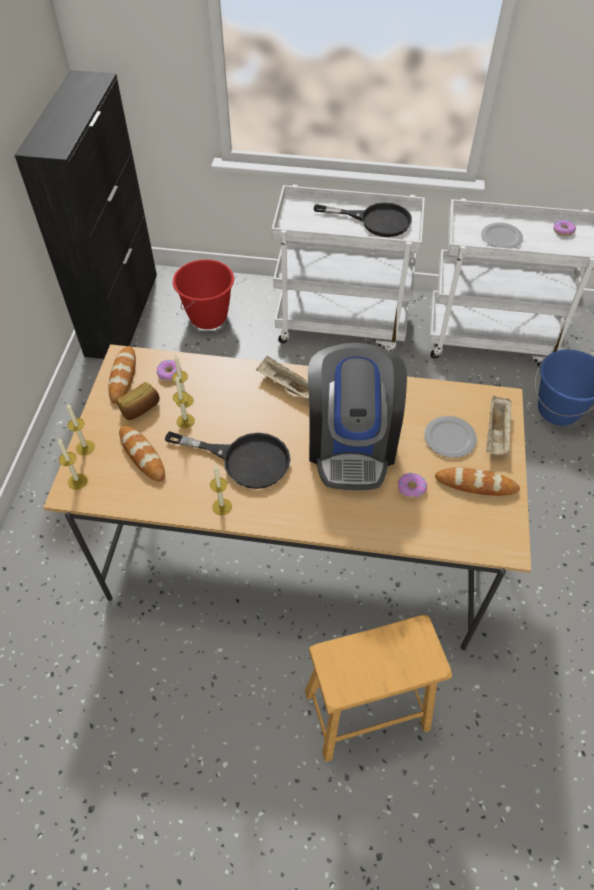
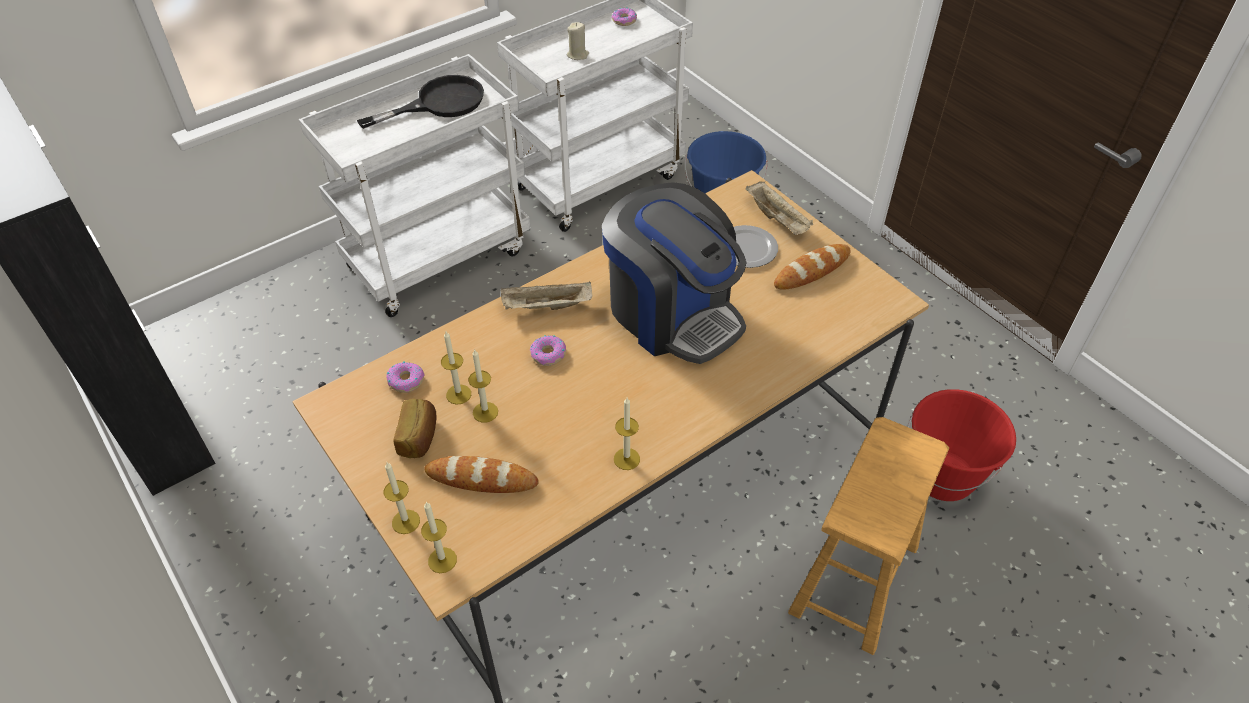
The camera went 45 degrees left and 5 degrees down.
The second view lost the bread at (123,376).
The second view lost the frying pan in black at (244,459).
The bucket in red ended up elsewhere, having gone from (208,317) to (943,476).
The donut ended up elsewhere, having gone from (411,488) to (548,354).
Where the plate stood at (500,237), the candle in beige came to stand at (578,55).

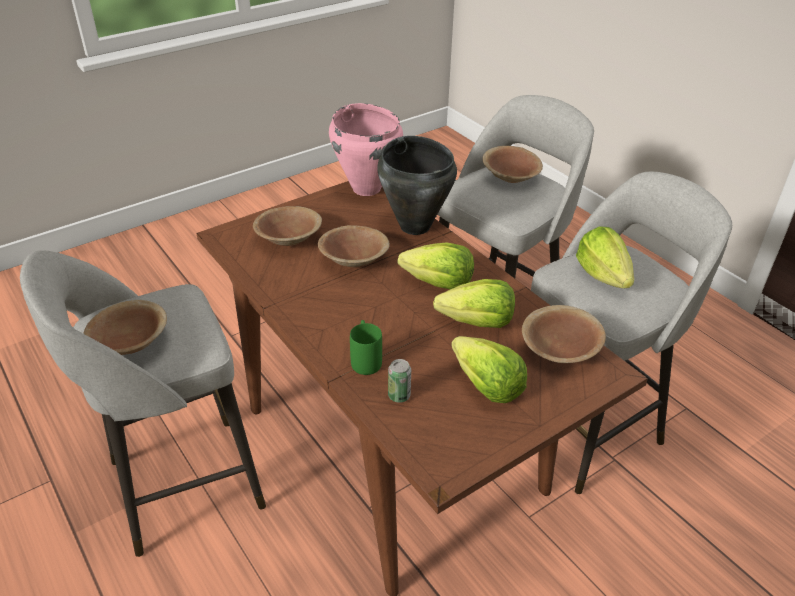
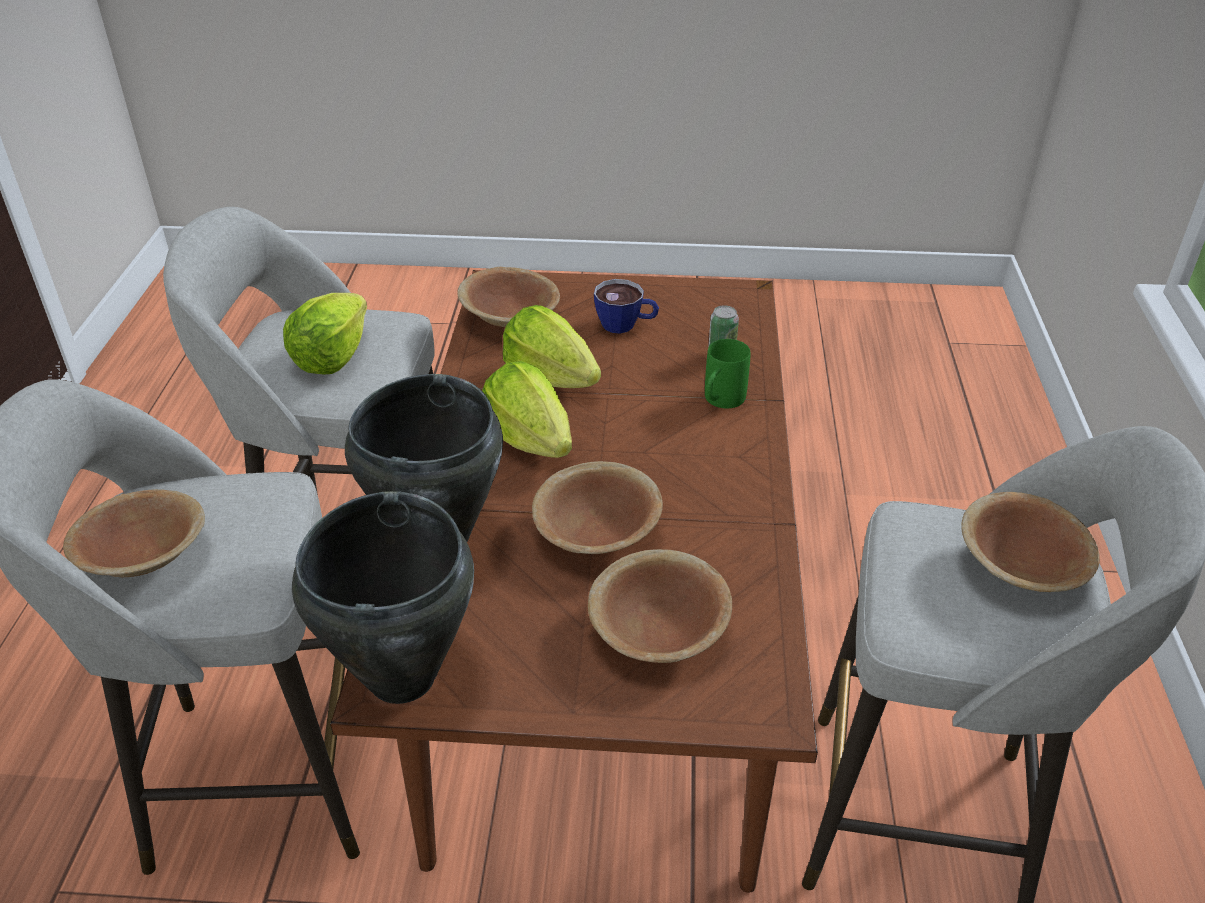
The camera went 140 degrees left and 0 degrees up.
What was the cooking pot in pink at (366,188) turned into the cooking pot in black at (400,678).
Where the lettuce stood at (486,386), the cup came to stand at (626,325).

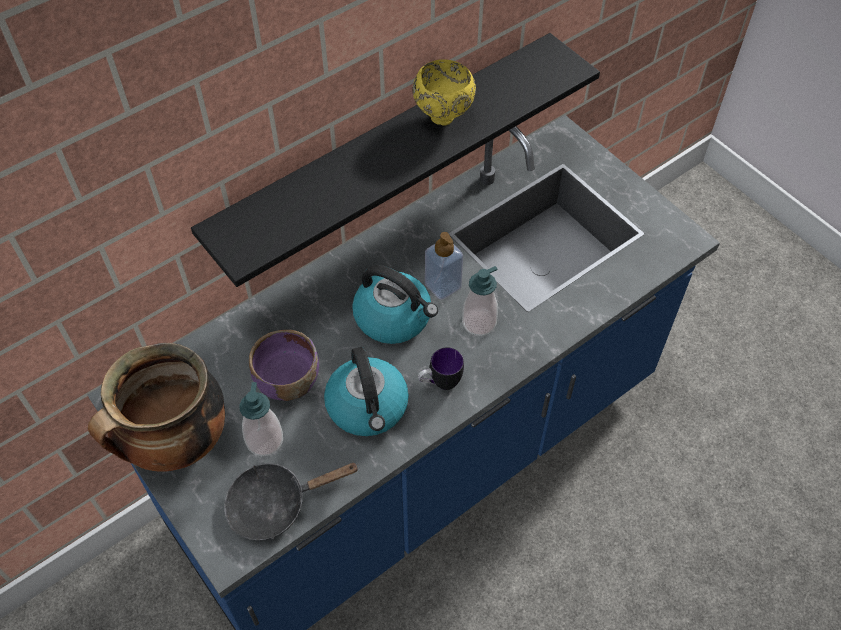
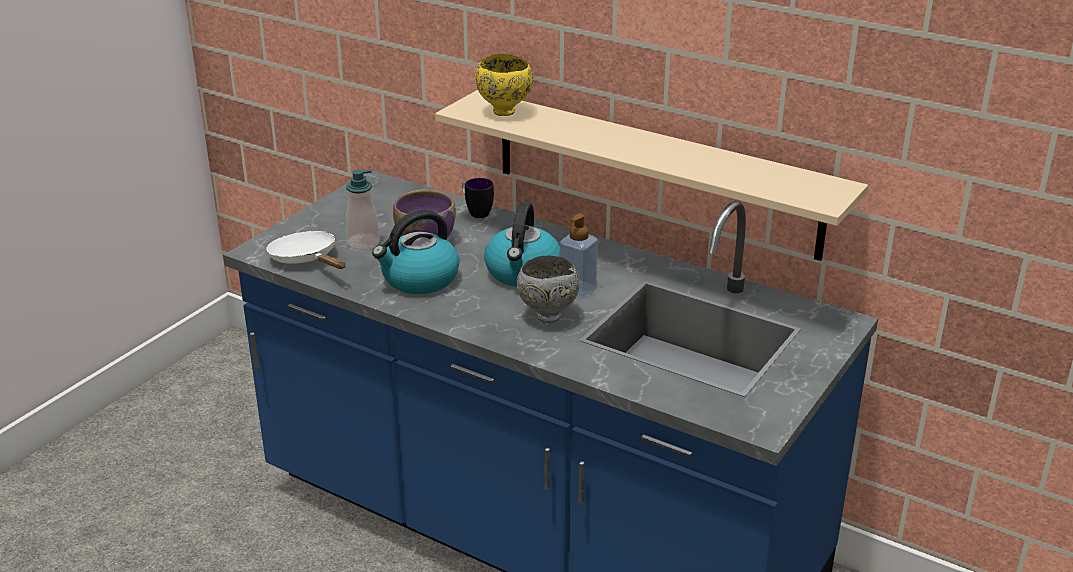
The camera went 70 degrees right and 25 degrees down.
The second view lost the cooking pot at (177,445).
What was the shelf in black at (385,154) turned into the shelf in beige at (654,173).
What was the frying pan in black at (275,504) turned into the frying pan in white at (307,259).
The bowl in yellow ended up elsewhere, having gone from (444,117) to (505,112).
The mug ended up elsewhere, having gone from (440,383) to (476,212).
Where the soap dispenser stood at (479,322), the bowl in grey came to stand at (547,316).

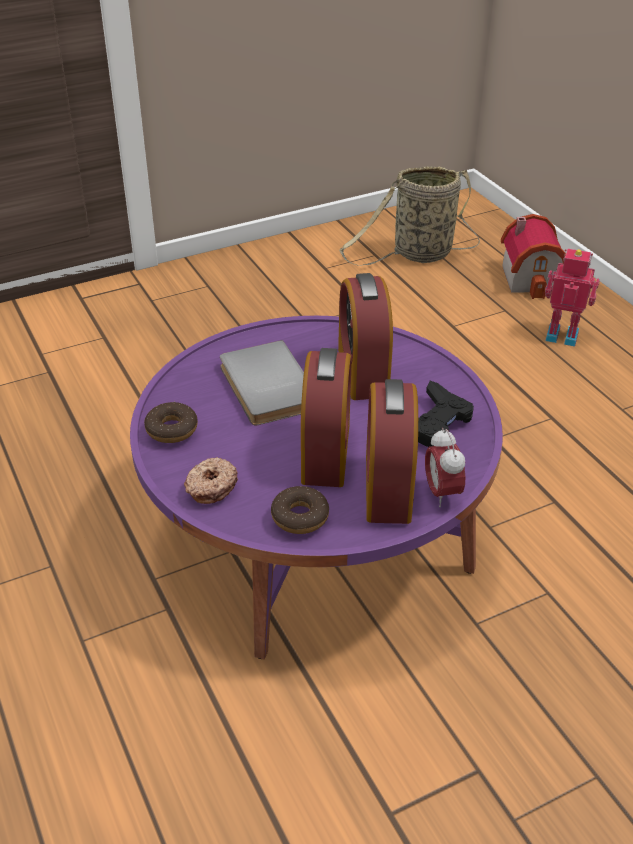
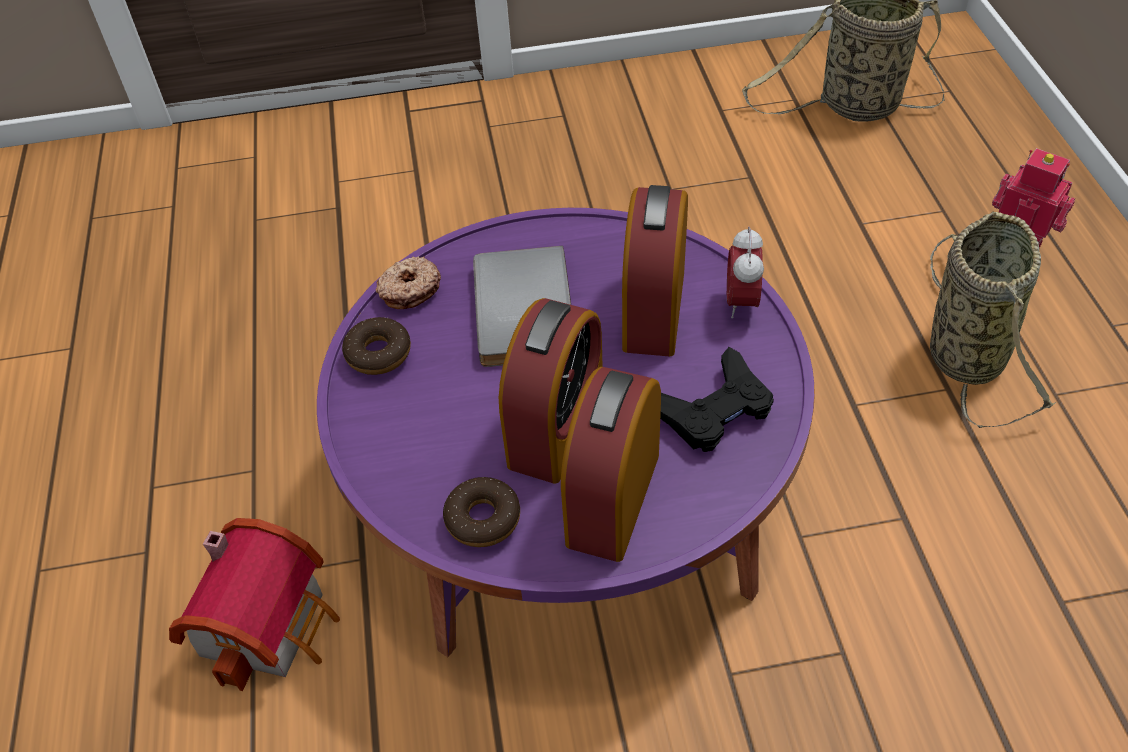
The camera went 20 degrees right and 10 degrees up.
The donut ended up elsewhere, having gone from (210,486) to (409,289).
The alarm clock ended up elsewhere, having gone from (442,493) to (741,302).
The toy house ended up elsewhere, having gone from (534,278) to (271,623).
The second view gained the basket at (964,349).

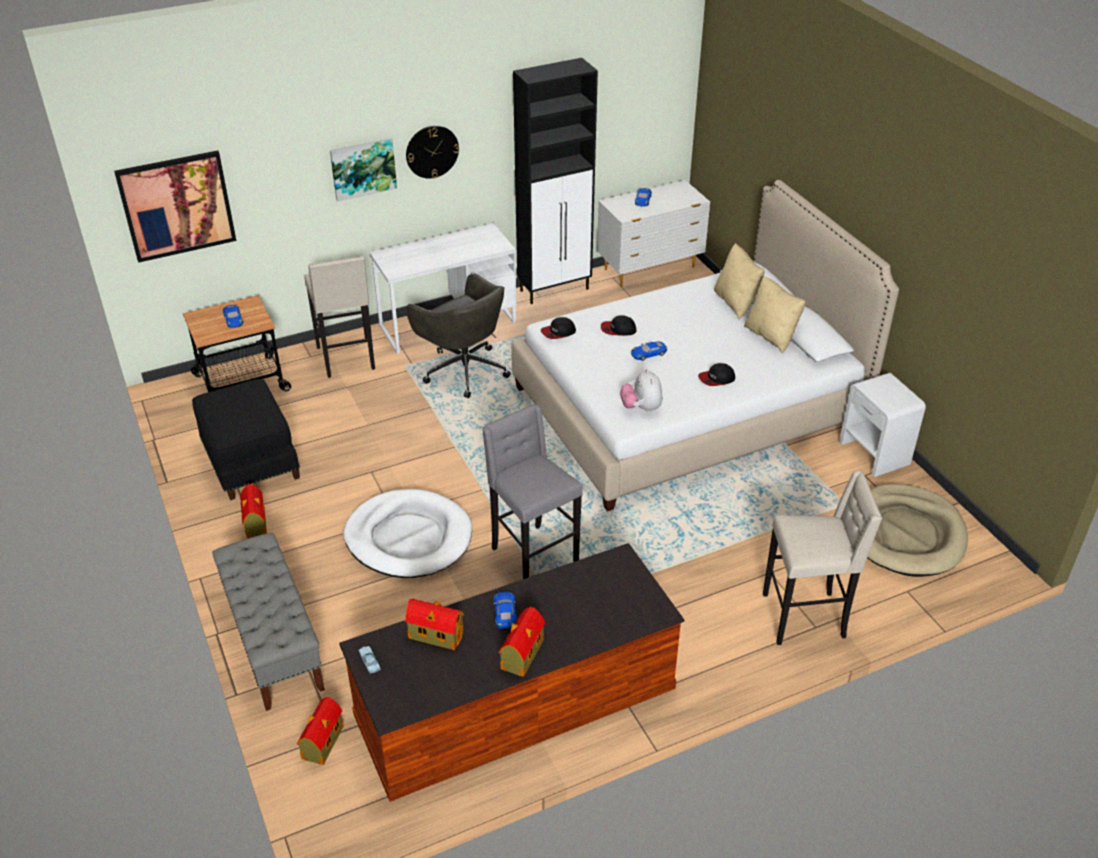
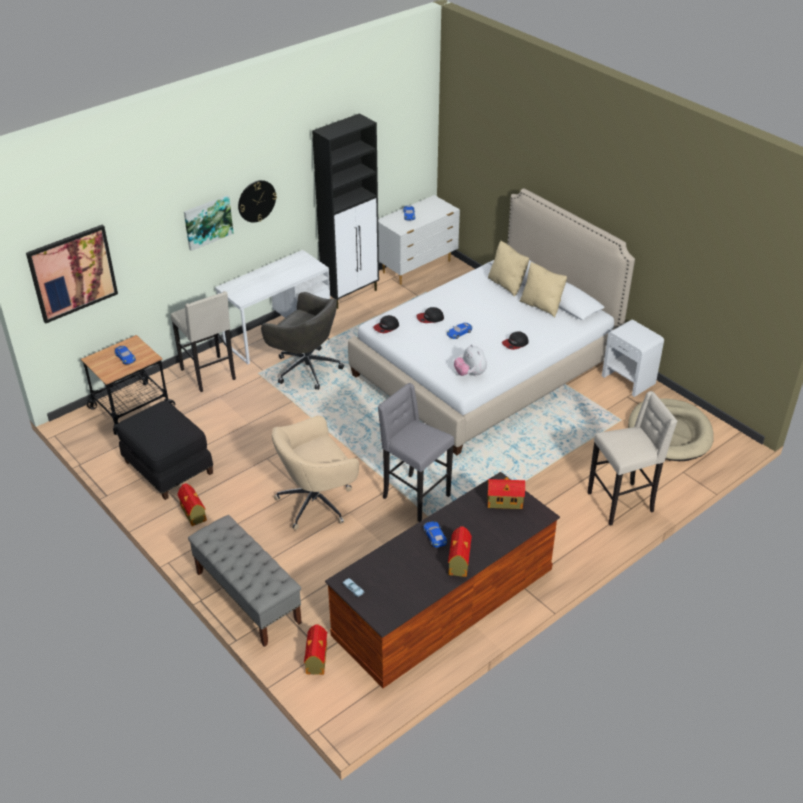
The camera went 15 degrees left and 0 degrees up.
Where the dog bed in white stood at (408,538), the office chair in beige came to stand at (317,502).
The toy house ended up elsewhere, having gone from (435,635) to (504,502).

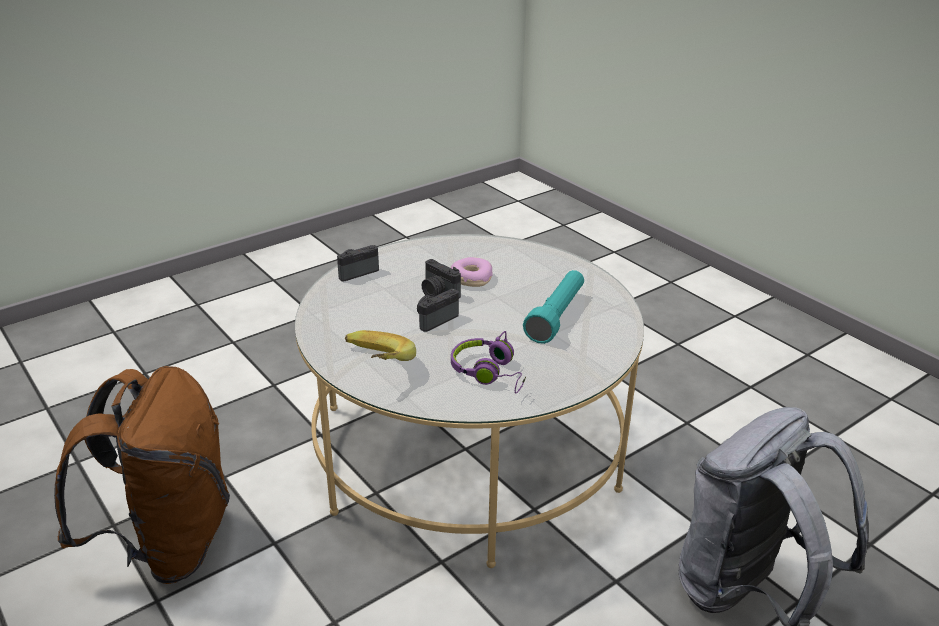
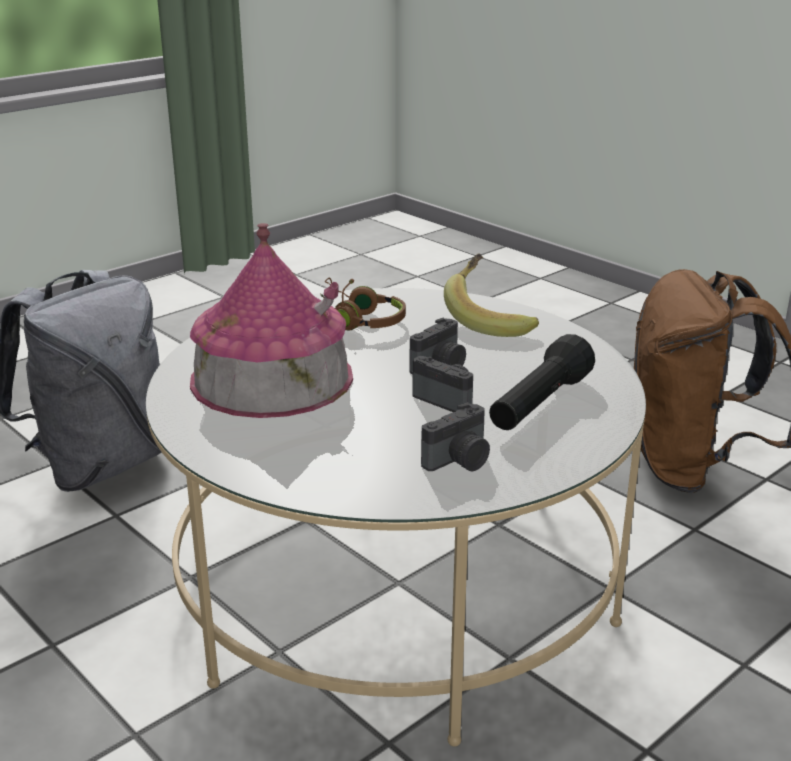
The camera went 175 degrees right and 5 degrees down.
The photo camera ended up elsewhere, having gone from (356,271) to (460,461).
The second view lost the donut at (471,278).
What was the headphones in purple at (490,373) turned into the headphones in brown at (359,319).
Where the flashlight in turquoise stood at (556,316), the toy house came to stand at (272,378).
The second view gained the flashlight in black at (538,405).

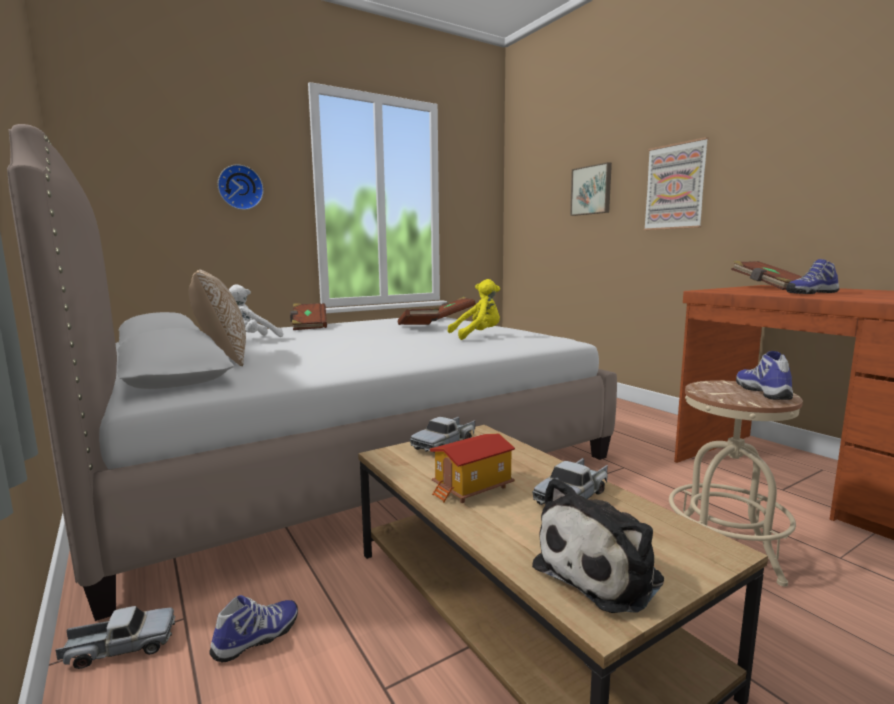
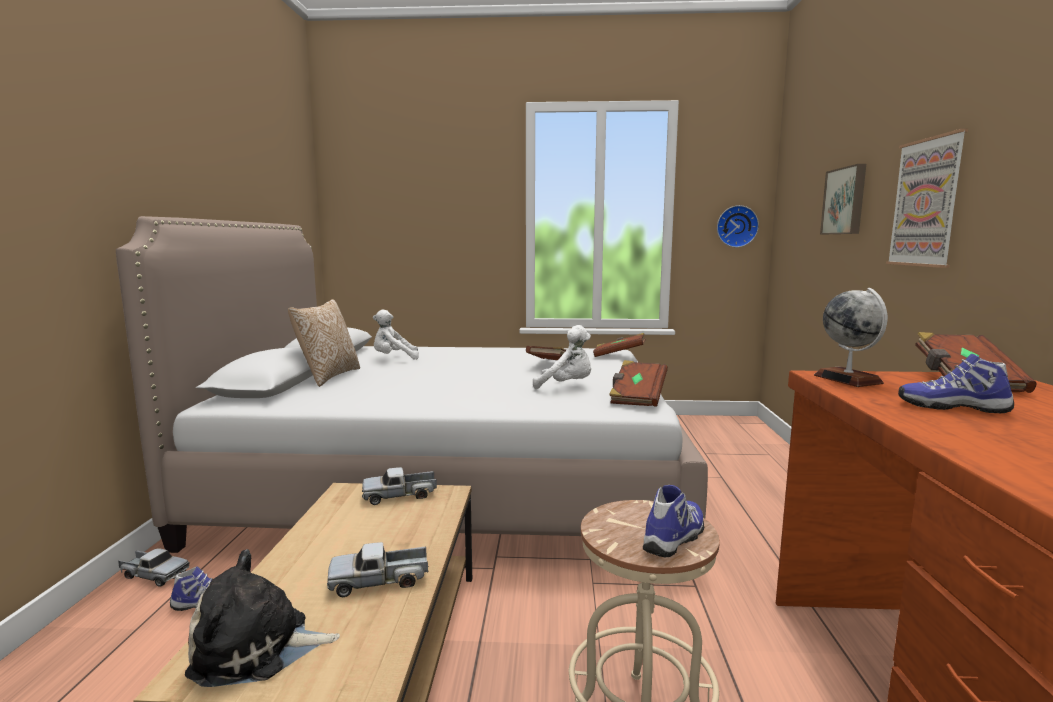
The camera went 35 degrees right and 0 degrees up.
The wall clock ended up elsewhere, having gone from (240,187) to (736,226).
The book in brown ended up elsewhere, having gone from (308,326) to (637,397).
The second view lost the toy house at (473,489).
What was the plush toy in yellow at (477,335) turned into the plush toy in white at (566,386).
The second view gained the globe at (848,379).

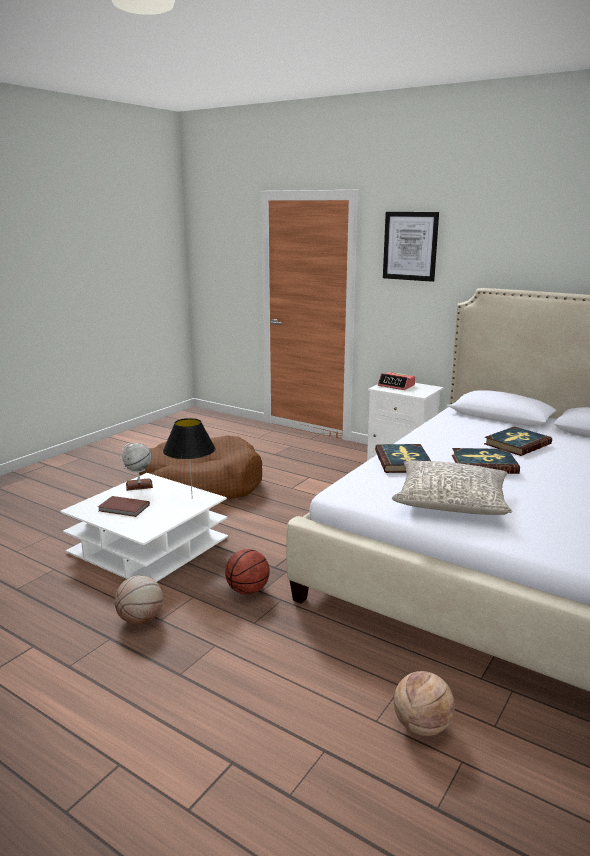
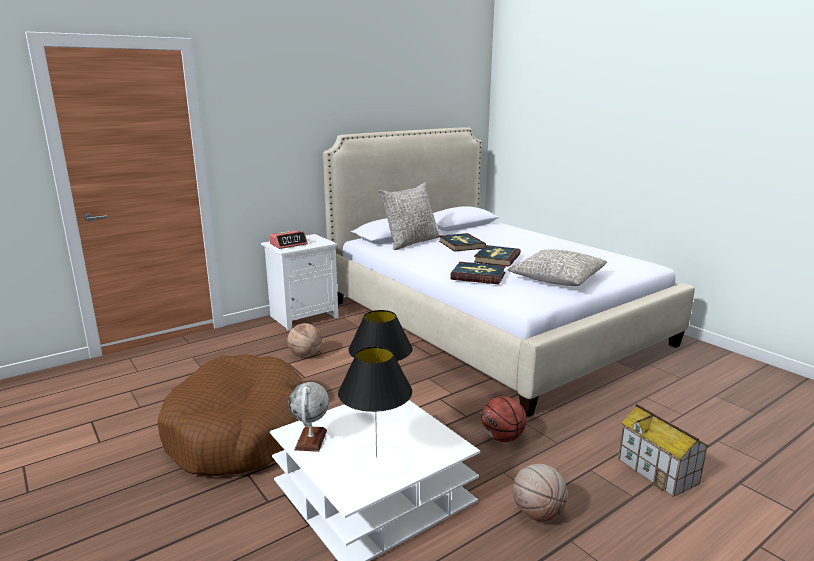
The camera went 70 degrees left and 0 degrees up.
Where the book in brown stood at (124,508), the table lamp in black came to stand at (376,457).
The second view lost the picture at (410,246).
The basketball ended up elsewhere, having gone from (421,726) to (305,355).
The second view gained the pillow in grey at (411,242).
The second view gained the toy house at (658,471).

